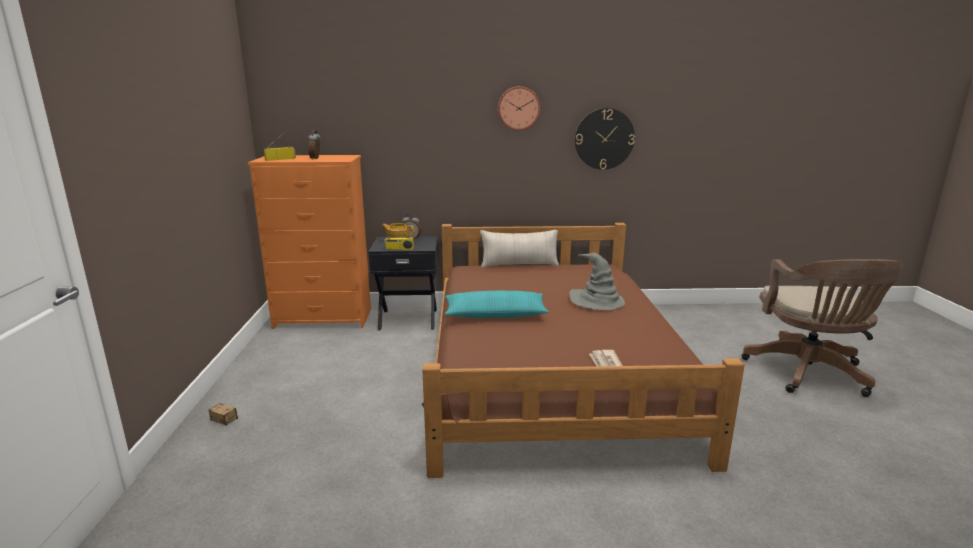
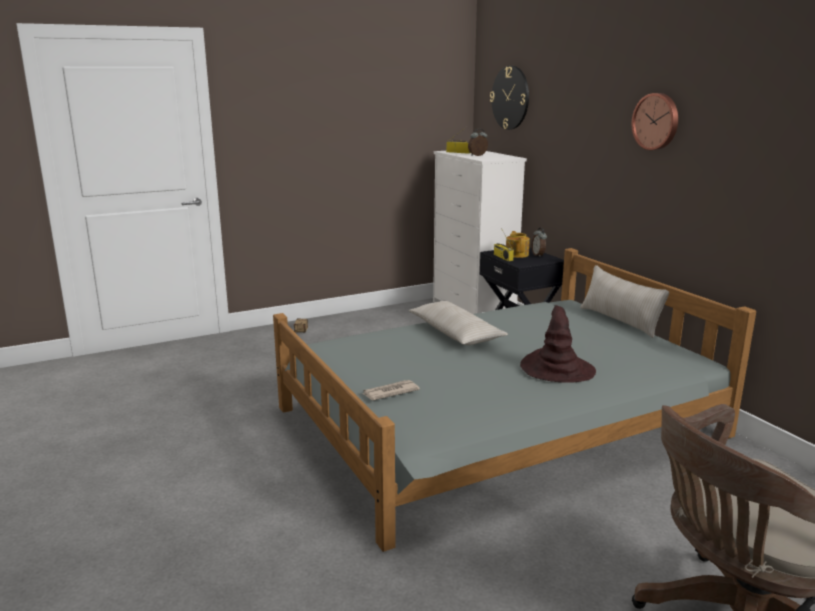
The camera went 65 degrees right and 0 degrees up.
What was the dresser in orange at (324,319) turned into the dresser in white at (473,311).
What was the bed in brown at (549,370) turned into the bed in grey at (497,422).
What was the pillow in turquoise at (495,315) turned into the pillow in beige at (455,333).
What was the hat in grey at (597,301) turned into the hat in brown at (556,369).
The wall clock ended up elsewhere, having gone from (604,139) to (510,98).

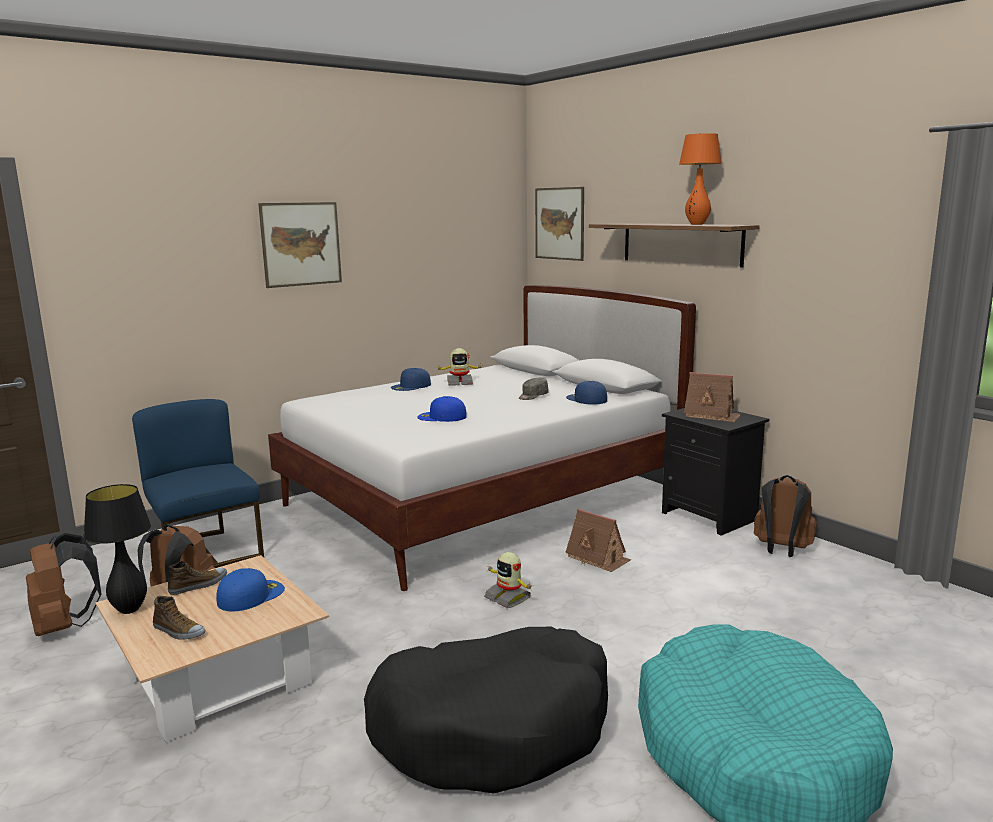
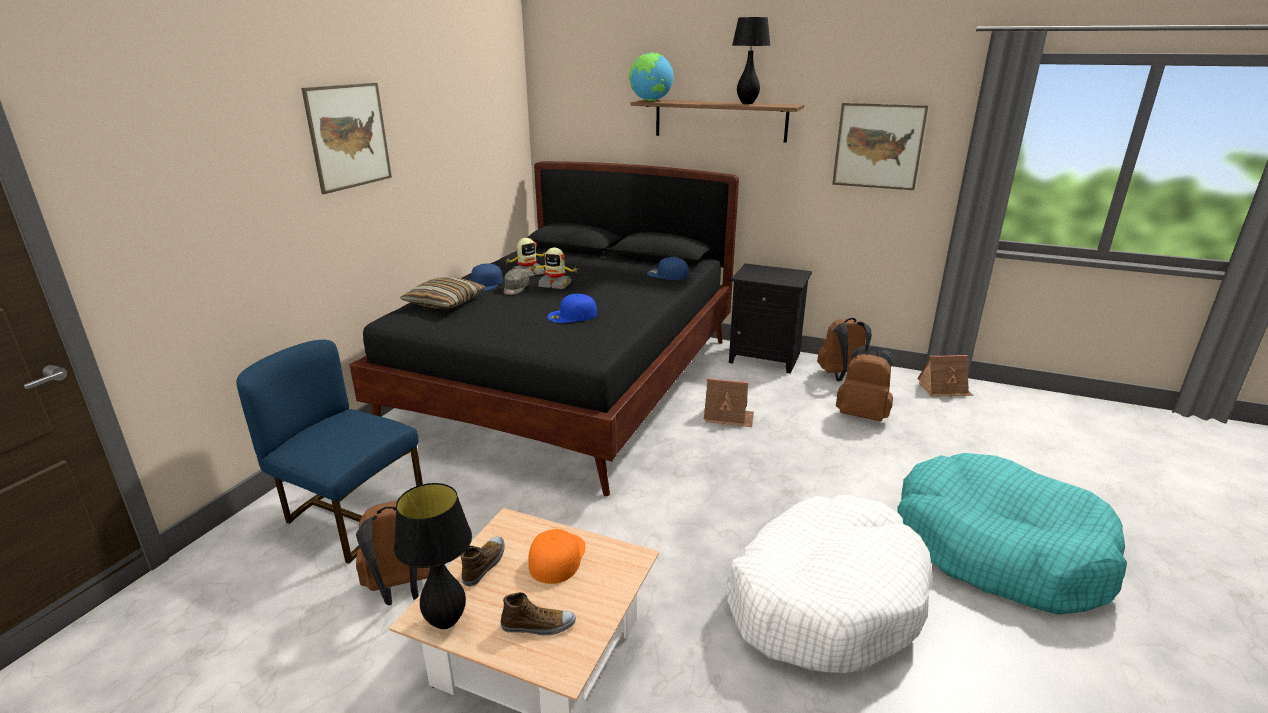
The camera went 30 degrees left and 10 degrees up.
The backpack in brown ended up elsewhere, having gone from (64,626) to (862,415).
What was the cap in blue at (251,595) turned into the cap in orange at (556,556).
What was the bed in white at (483,500) turned into the bed in black at (572,383).
What was the dog bed in black at (493,728) turned into the dog bed in white at (824,598).
The toy robot ended up elsewhere, having gone from (508,598) to (555,284).
The cap in grey ended up elsewhere, having gone from (533,396) to (515,289).
The picture ended up elsewhere, having gone from (559,223) to (878,146).
What was the table lamp in orange at (697,224) turned into the table lamp in black at (747,103).
The toy house ended up elsewhere, having gone from (712,415) to (944,389).
The second view gained the pillow at (445,302).
The second view gained the globe at (650,101).

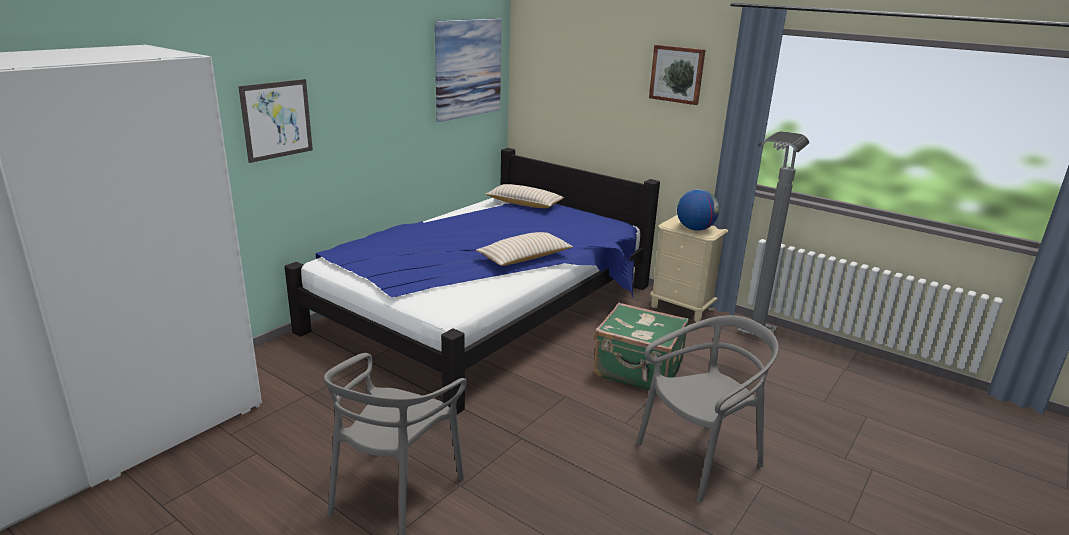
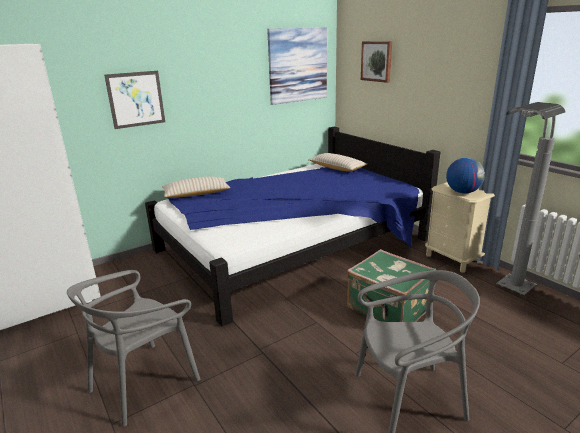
The camera went 20 degrees right and 0 degrees up.
The pillow in beige ended up elsewhere, having gone from (524,258) to (196,194).
The picture ended up elsewhere, having gone from (677,74) to (377,61).

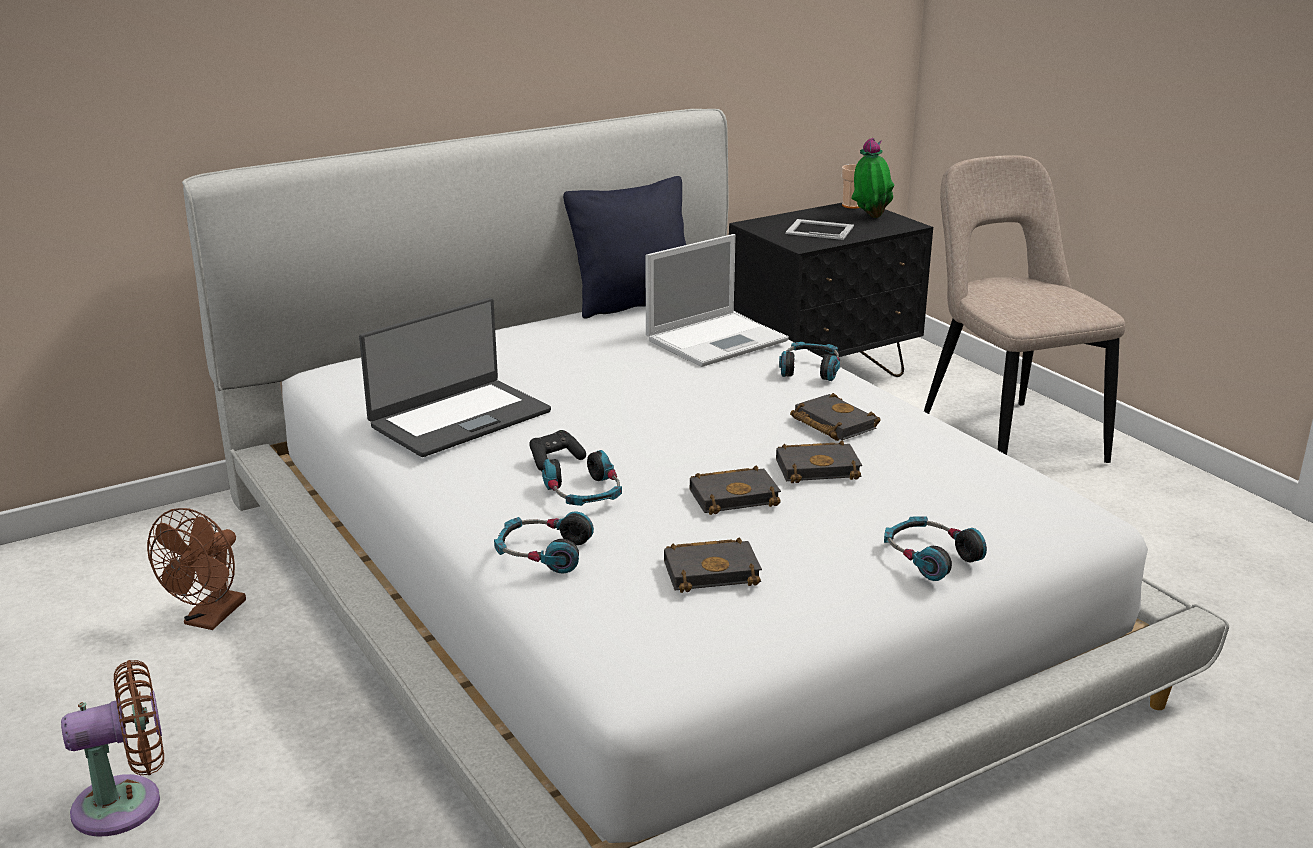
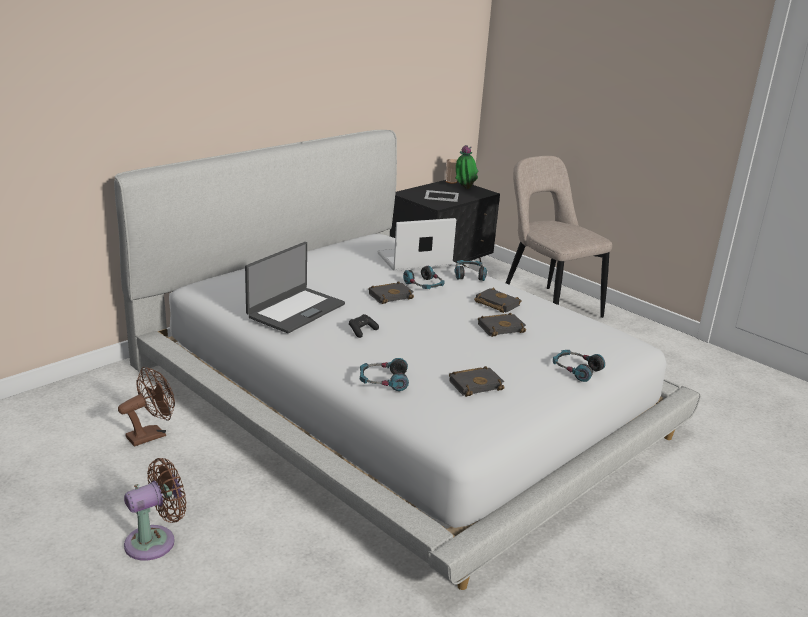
The camera went 15 degrees left and 0 degrees up.
The fan in brown at (210,619) ended up facing another way, 135 degrees counterclockwise from before.
The headphones ended up elsewhere, having gone from (584,494) to (424,285).
The second view lost the pillow in black at (634,303).
The laptop at (718,339) ended up facing another way, 150 degrees counterclockwise from before.
The book in black ended up elsewhere, having gone from (735,496) to (391,295).

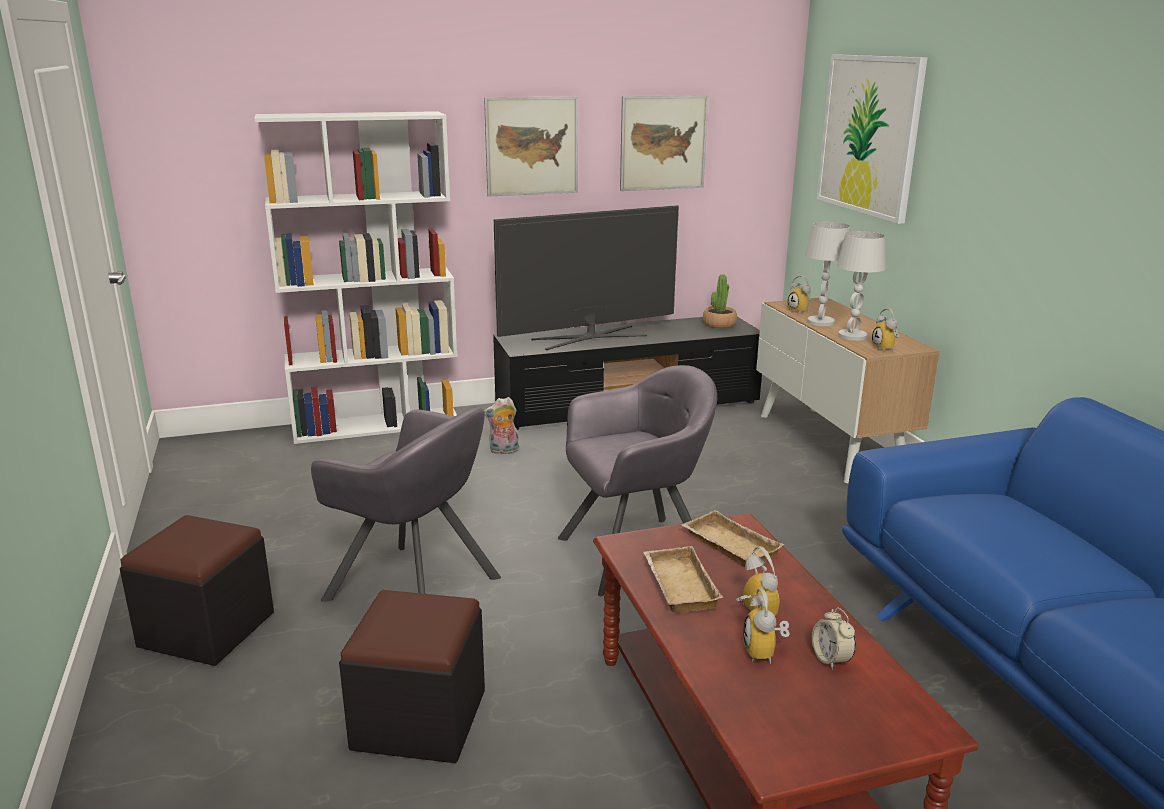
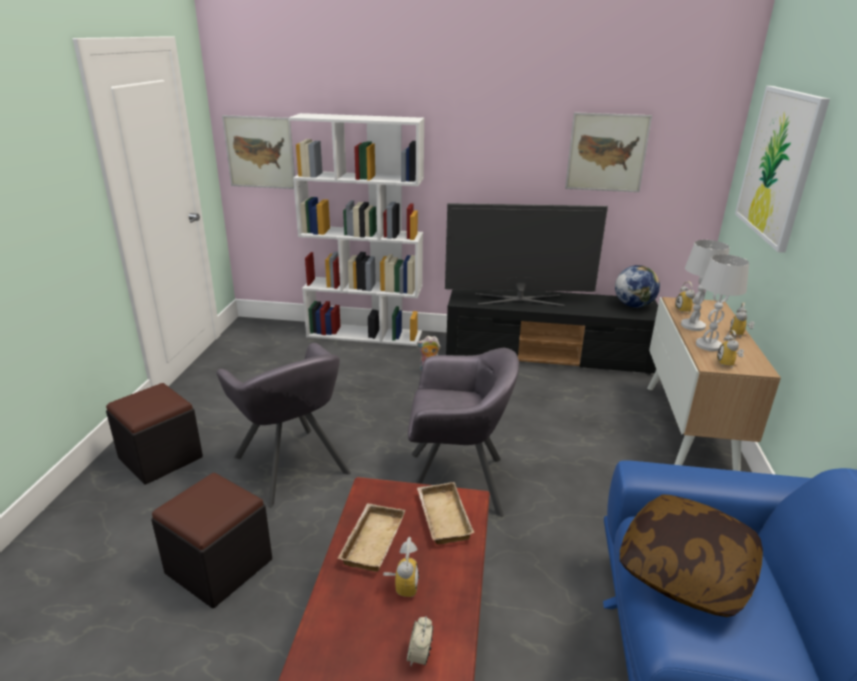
The camera went 25 degrees right and 5 degrees up.
The picture ended up elsewhere, having gone from (532,146) to (260,152).
Where the potted plant stood at (719,324), the globe came to stand at (633,305).
The alarm clock ended up elsewhere, having gone from (765,653) to (739,335).
The second view gained the pillow at (686,569).

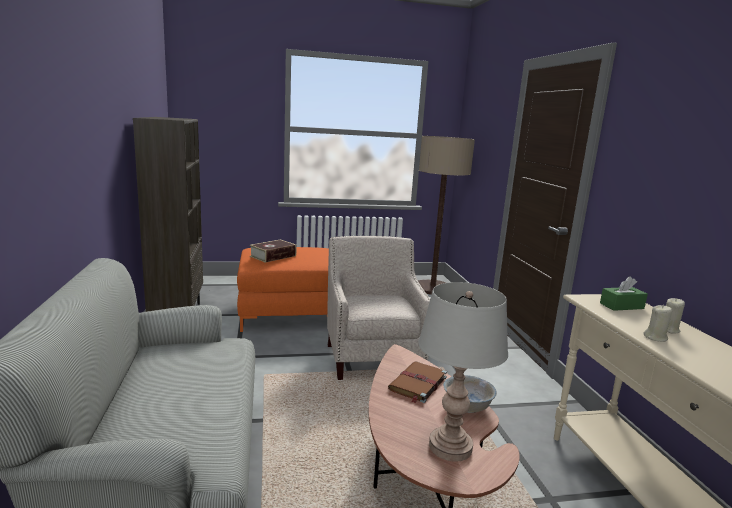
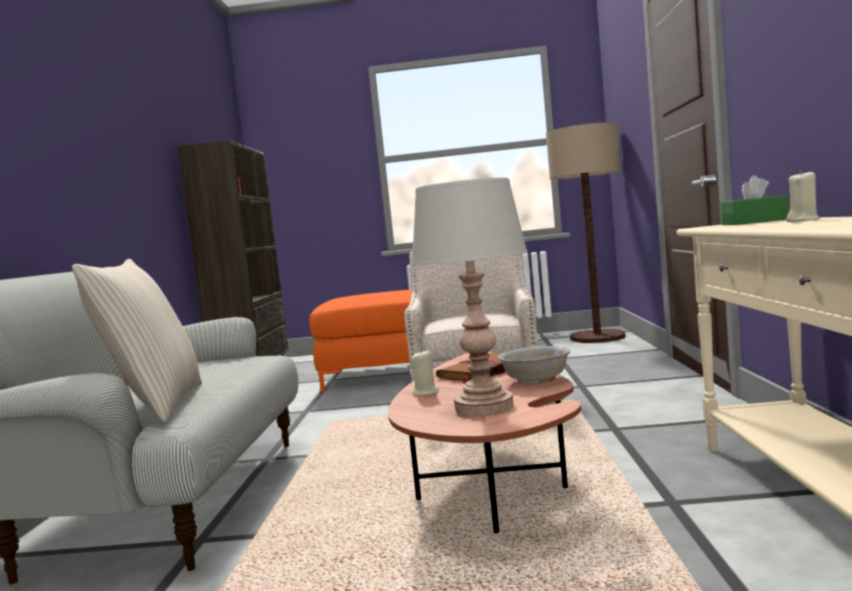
The camera went 15 degrees right and 10 degrees down.
The second view lost the book at (273,256).
The candle in beige ended up elsewhere, having gone from (655,338) to (426,392).
The second view gained the pillow in beige at (156,406).

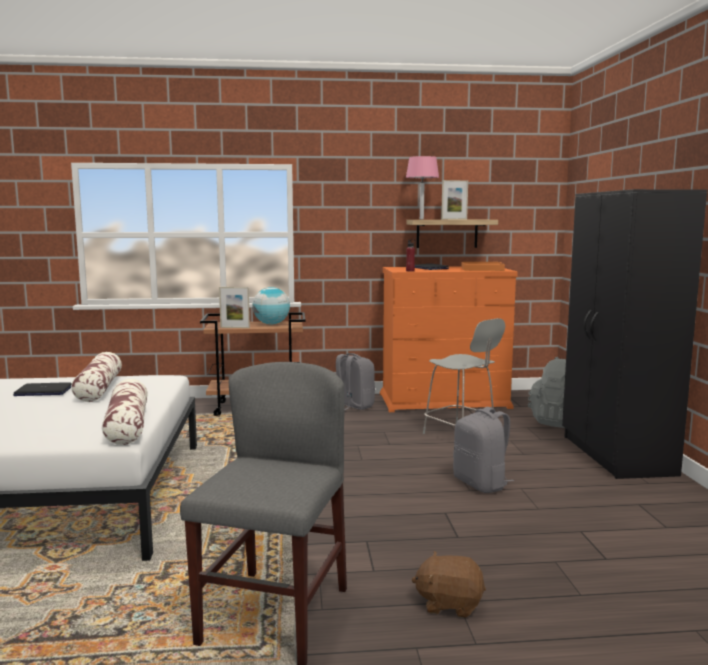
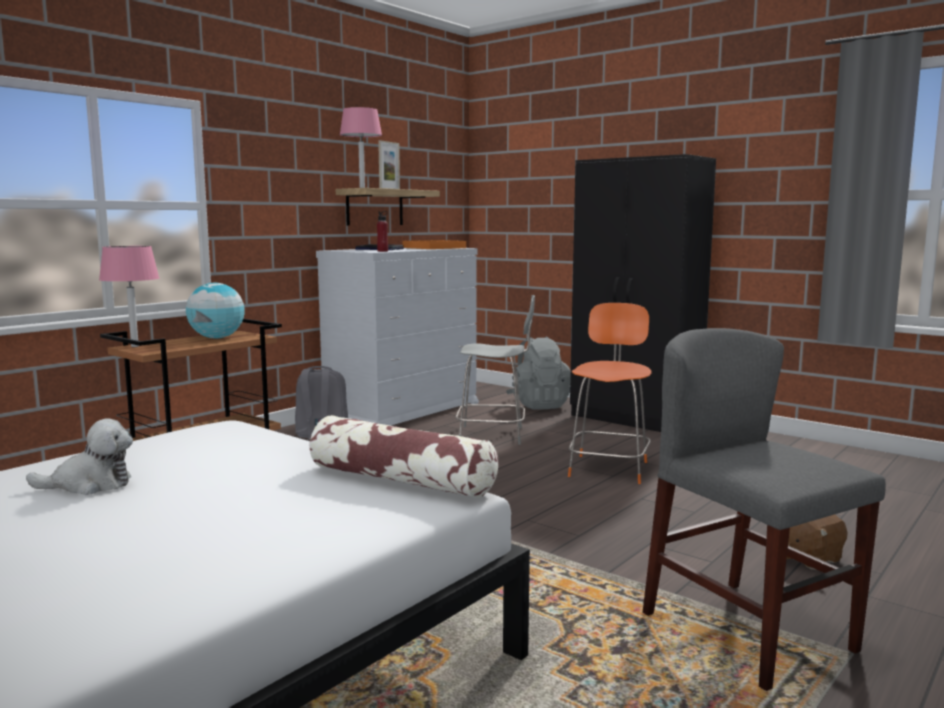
The camera went 45 degrees left and 0 degrees up.
Where the laptop stood at (43,391), the plush toy came to stand at (90,484).
The second view lost the pillow at (99,388).
The second view lost the picture frame at (235,327).
What was the dresser in orange at (444,401) turned into the dresser in white at (402,410).
Where the backpack in grey stood at (481,484), the chair in orange came to stand at (609,468).
The second view gained the table lamp in pink at (134,346).

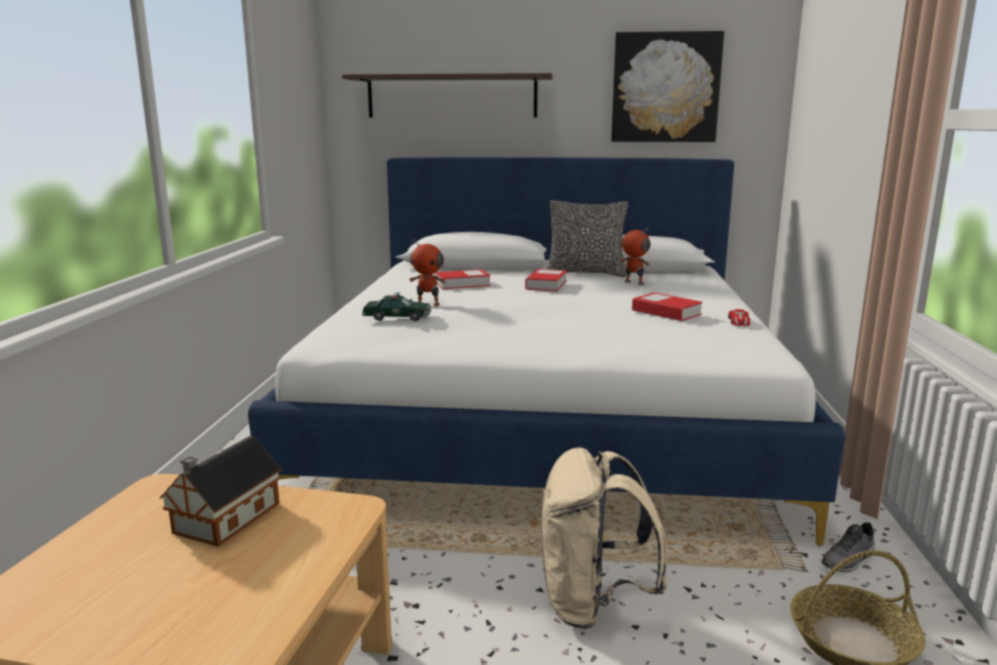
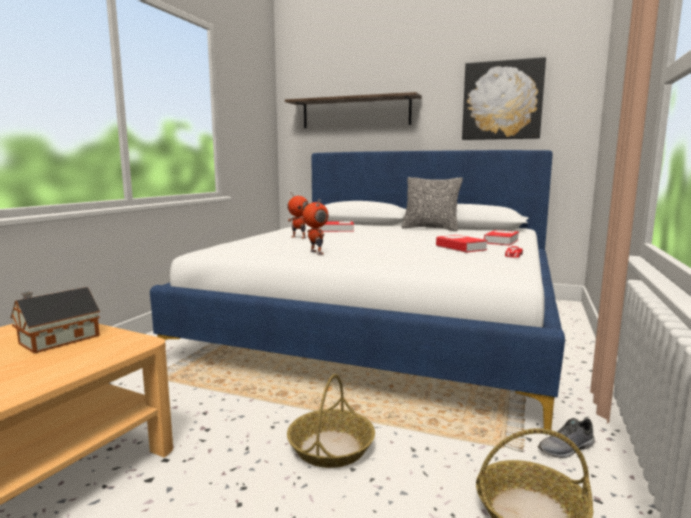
The camera went 15 degrees right and 5 degrees down.
The second view lost the toy car at (397,317).
The book ended up elsewhere, having gone from (546,285) to (501,241).
Where the backpack in beige stood at (592,604), the basket came to stand at (331,448).
The toy robot ended up elsewhere, having gone from (633,283) to (315,253).

